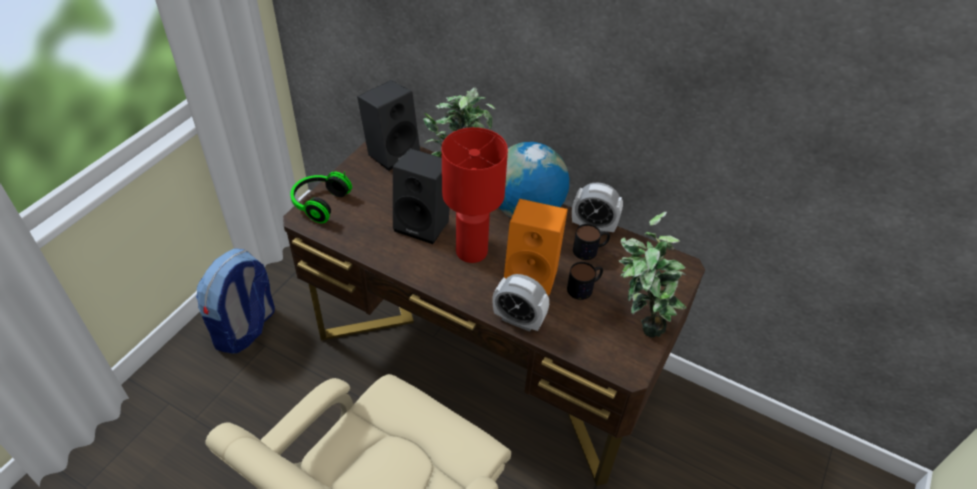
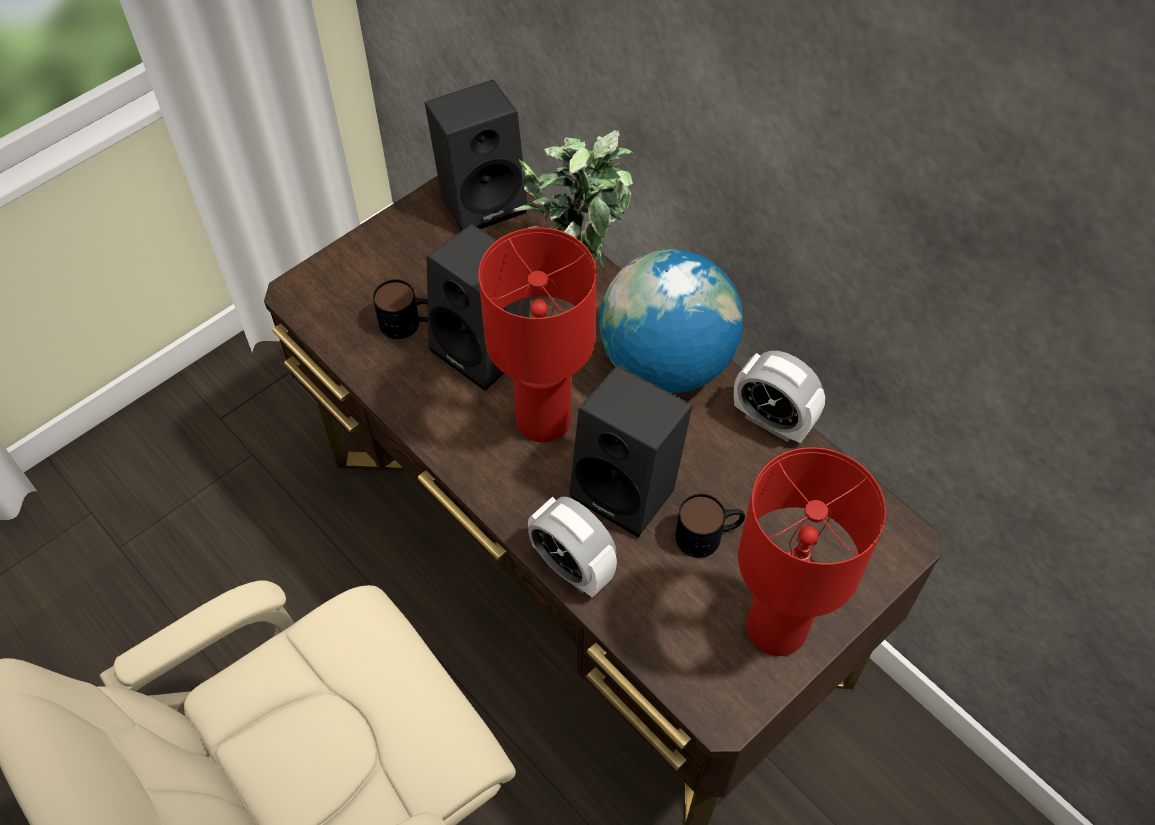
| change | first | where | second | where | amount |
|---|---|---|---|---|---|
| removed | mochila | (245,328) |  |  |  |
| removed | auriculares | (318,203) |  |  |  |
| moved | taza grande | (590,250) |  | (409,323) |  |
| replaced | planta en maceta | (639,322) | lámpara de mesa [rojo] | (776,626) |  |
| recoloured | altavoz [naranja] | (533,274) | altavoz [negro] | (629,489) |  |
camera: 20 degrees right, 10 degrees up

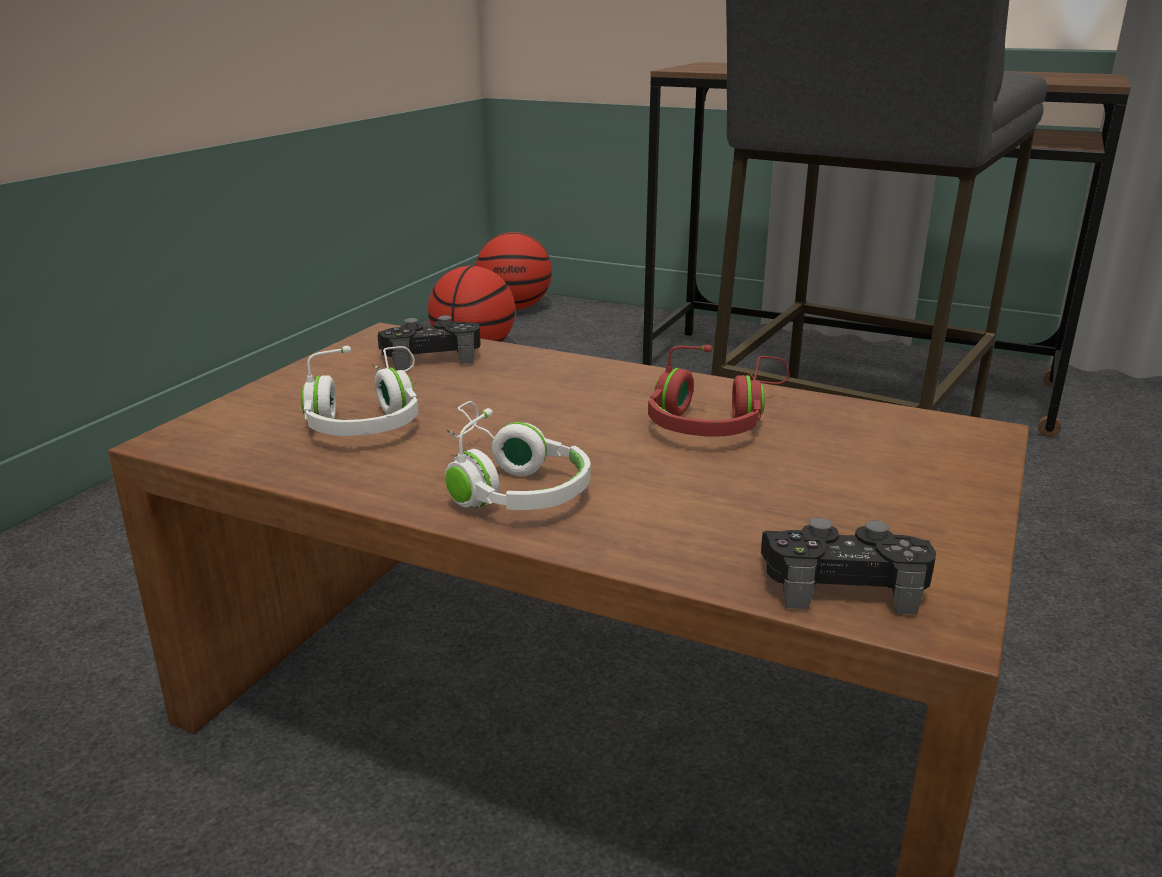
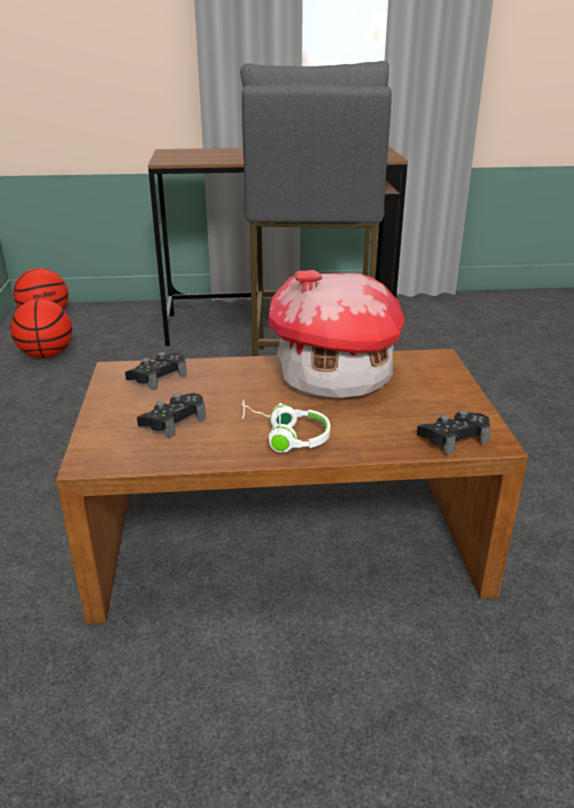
| change | first | where | second | where | amount |
|---|---|---|---|---|---|
| replaced | auriculares [blanco] | (368,417) | mando de consola [negro] | (173,421) |  |
| replaced | auriculares [rojo] | (715,420) | casita | (334,378) |  |
camera: 30 degrees left, 5 degrees up

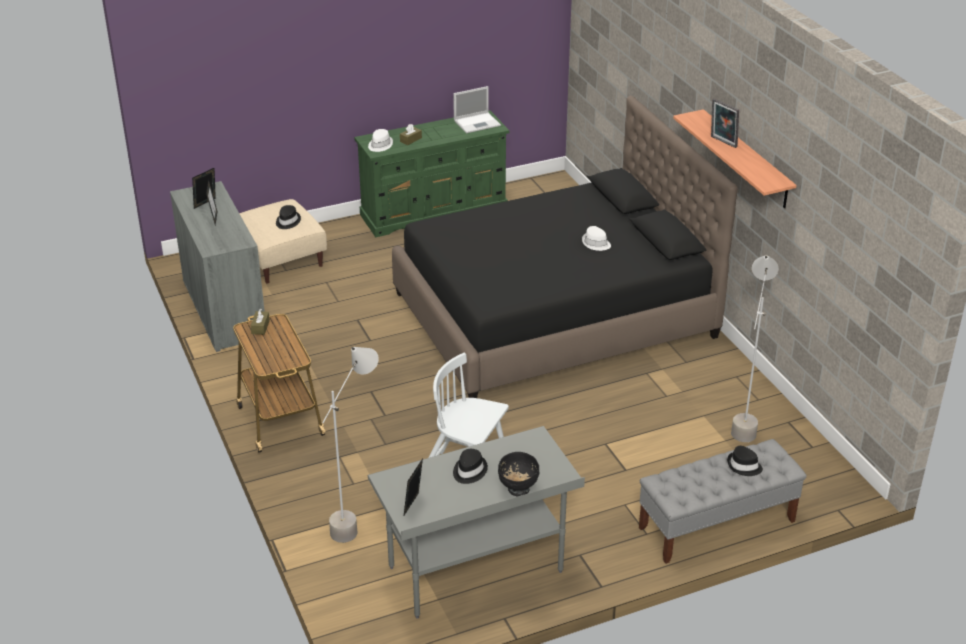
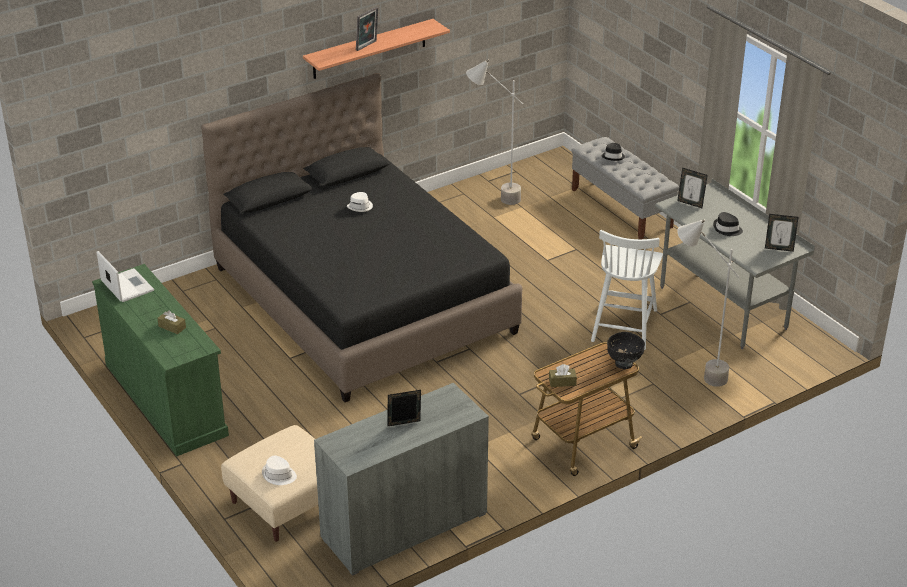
| change | first | where | second | where | amount |
|---|---|---|---|---|---|
| removed | sombrero [negro] | (287,221) |  |  |  |
| moved | portarretratos | (206,204) |  | (690,203) |  |
| moved | sombrero [blanco] | (380,145) |  | (279,475) |  |
| moved | cuenco [negro] | (518,489) |  | (624,364) |  |
camera: 100 degrees left, 0 degrees up

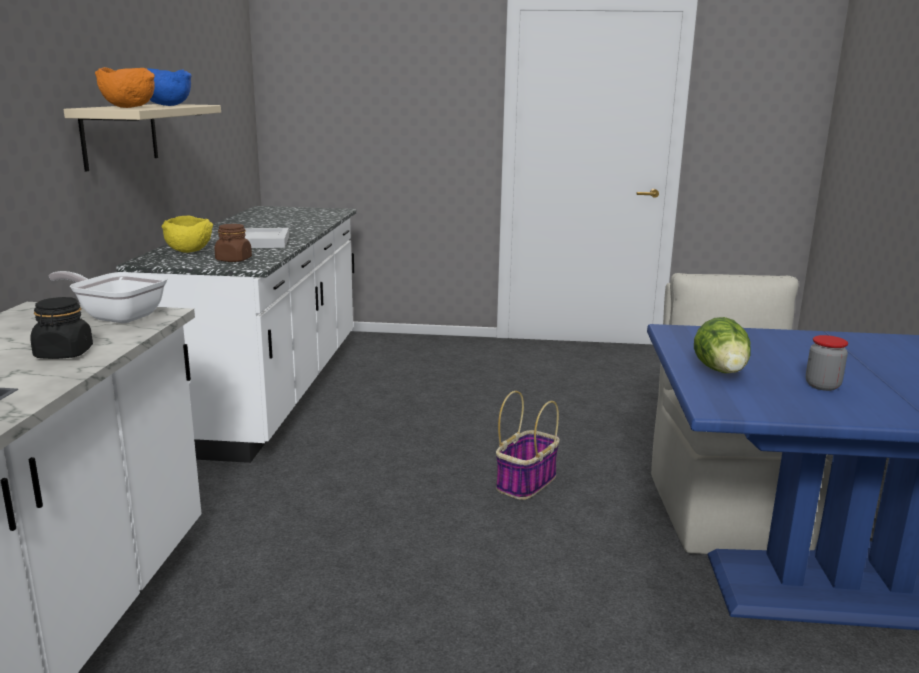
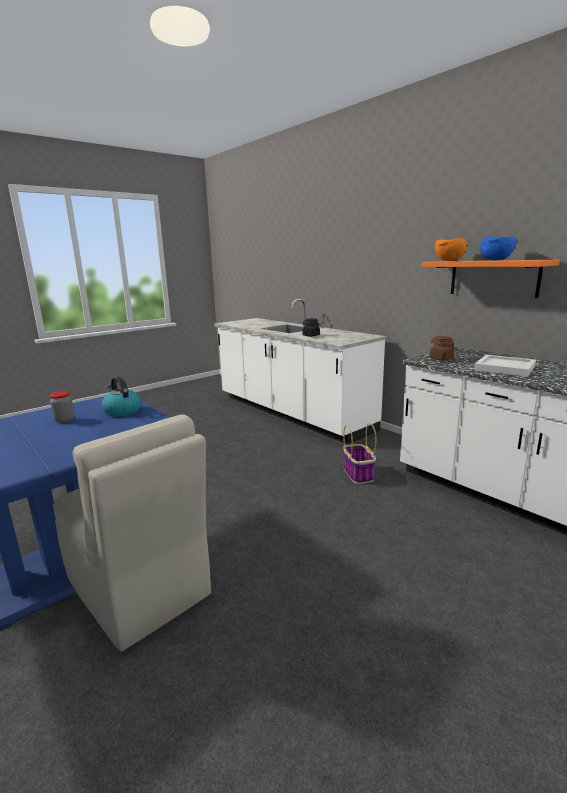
| change | first | where | second | where | amount |
|---|---|---|---|---|---|
| removed | sartén | (116,316) |  |  |  |
| removed | cuenco [amarillo] | (189,251) |  |  |  |
| moved | cesta | (526,482) |  | (358,474) |  |
| replaced | lechuga | (722,372) | hervidor | (122,411) |  |
| recoloured | estante [beis] | (120,135) | estante [naranja] | (493,278) |  |
camera: 135 degrees right, 0 degrees up

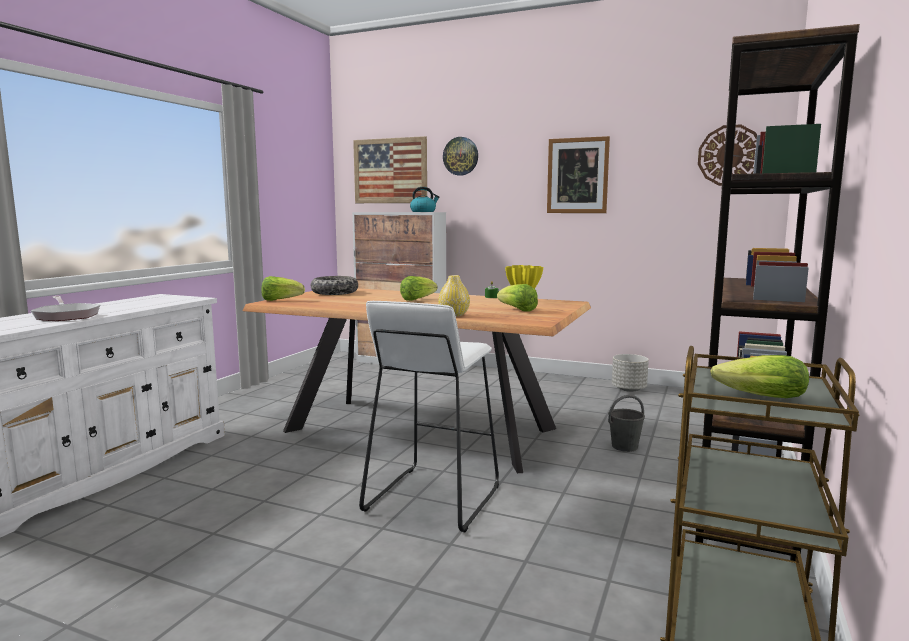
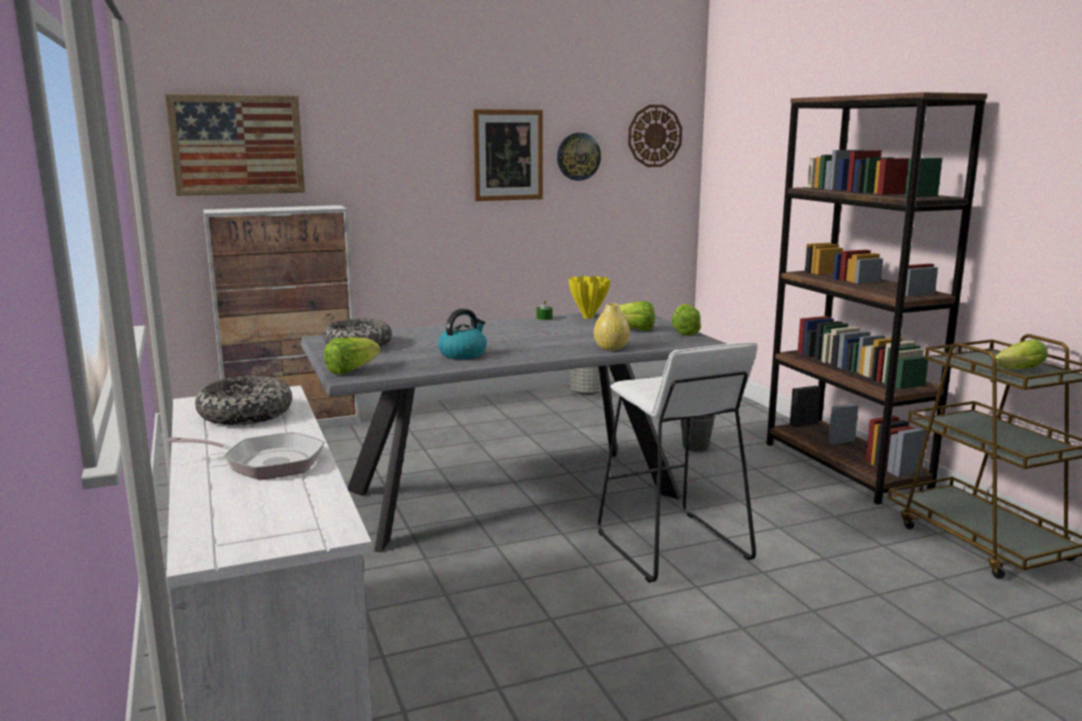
| change | first | where | second | where | amount |
|---|---|---|---|---|---|
| added |  |  | cuenco | (246,414) |  |
| moved | lechuga | (417,299) |  | (684,332) |  |
| moved | hervidor | (423,211) |  | (463,354) |  |
| moved | reloj de pared | (460,156) |  | (578,156) |  |
| recoloured | mesa de comedor [marrón] | (420,430) | mesa de comedor [gris] | (512,493) |  |
camera: 45 degrees left, 5 degrees up

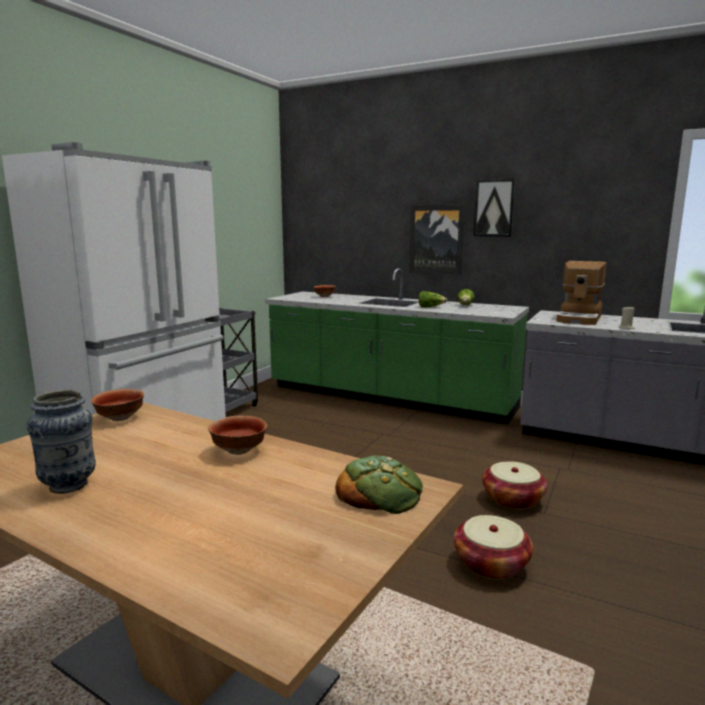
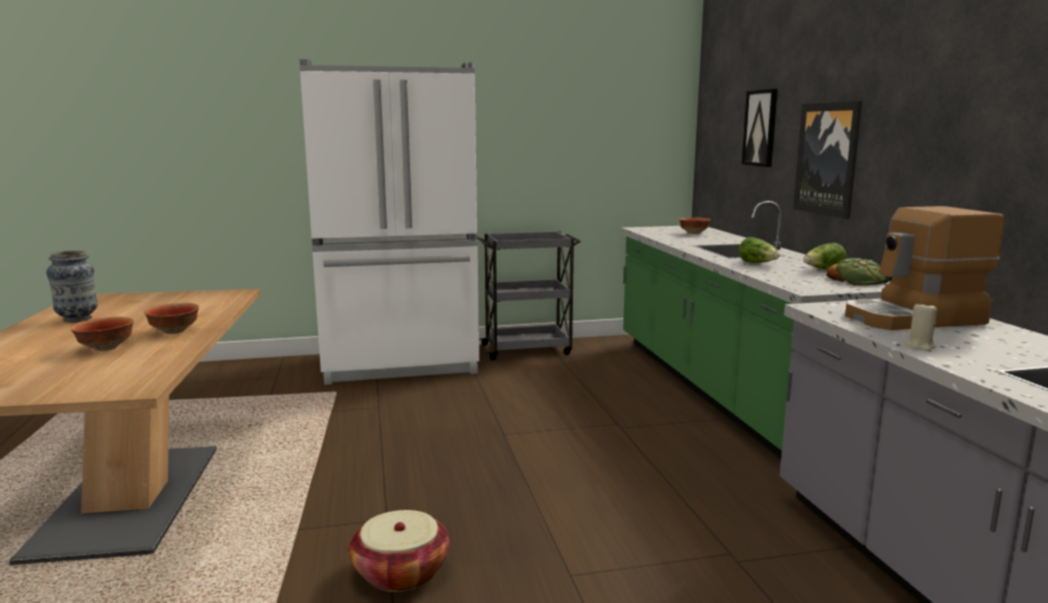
| change | first | where | second | where | amount |
|---|---|---|---|---|---|
| removed | cesta | (513,499) |  |  |  |
| moved | cuenco | (121,418) |  | (105,348) |  |
| moved | pan | (380,491) |  | (858,280) |  |
| moved | cuadro | (494,208) |  | (760,128) |  |
camera: 50 degrees right, 0 degrees up

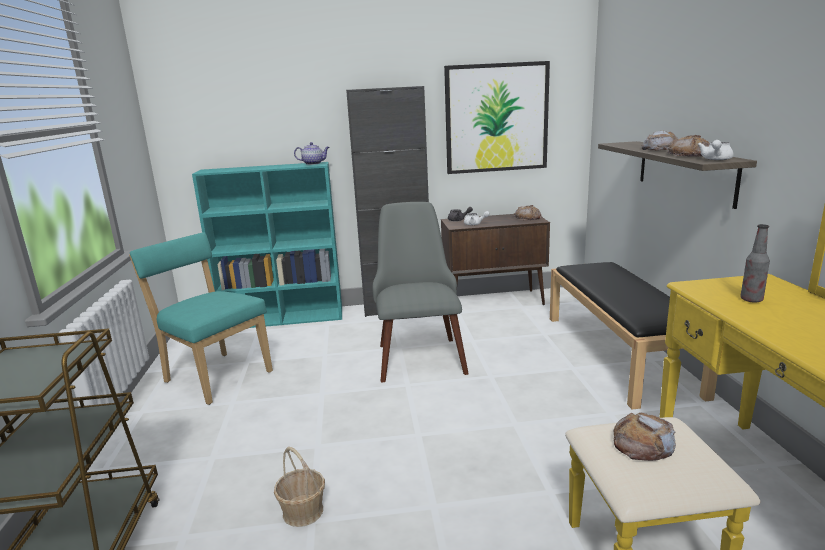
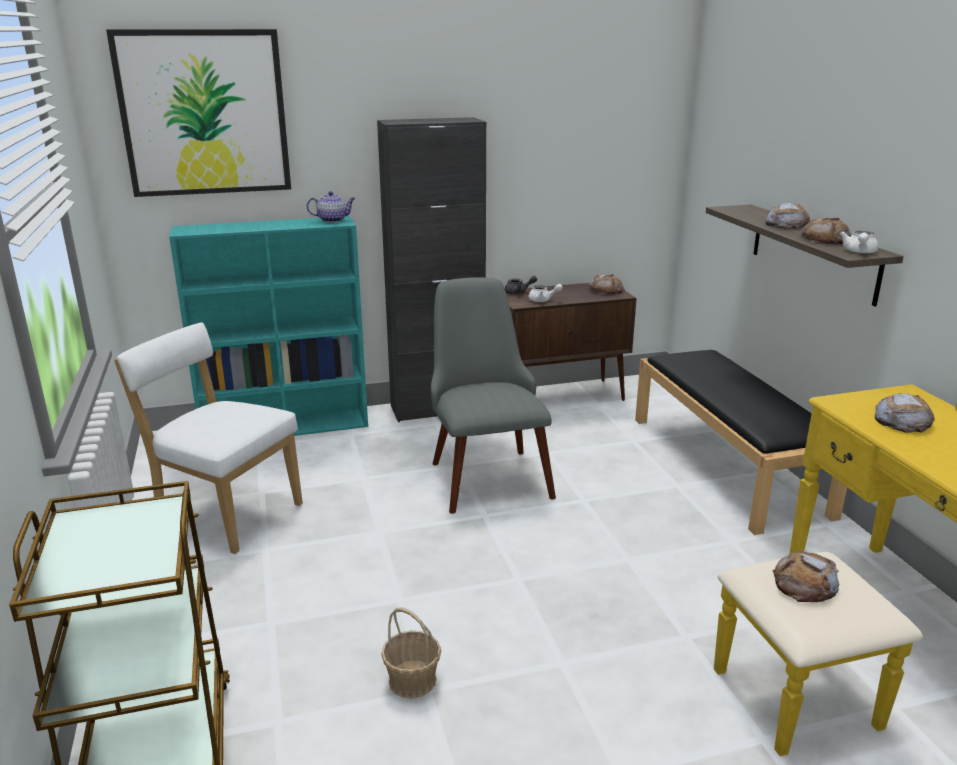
| change | first | where | second | where | amount |
|---|---|---|---|---|---|
| moved | cuadro | (496,118) |  | (204,113) |  |
| replaced | botella | (751,300) | pan | (902,420) |  |
| recoloured | silla [turquesa] | (215,375) | silla [blanco] | (225,513) |  |
camera: 10 degrees left, 5 degrees up

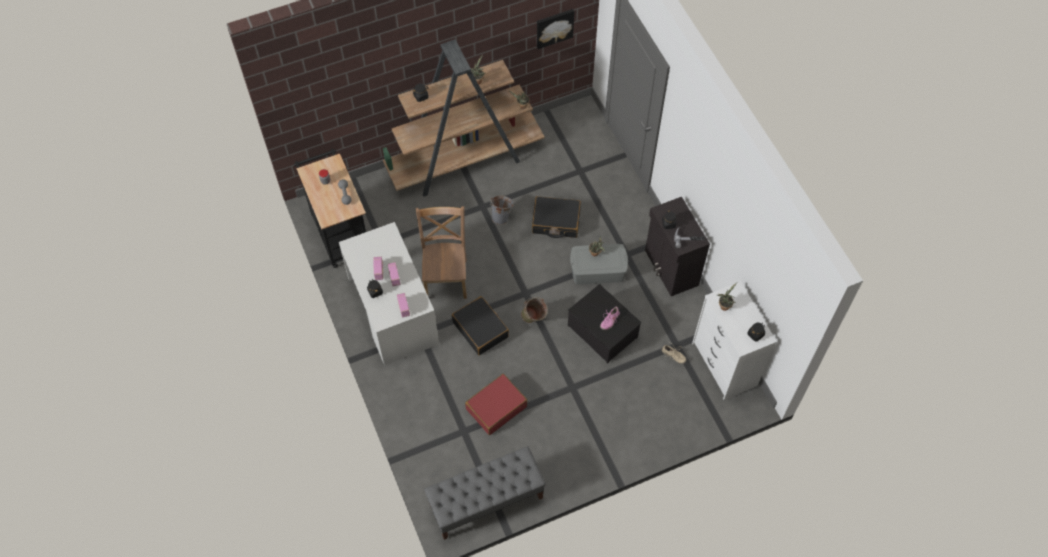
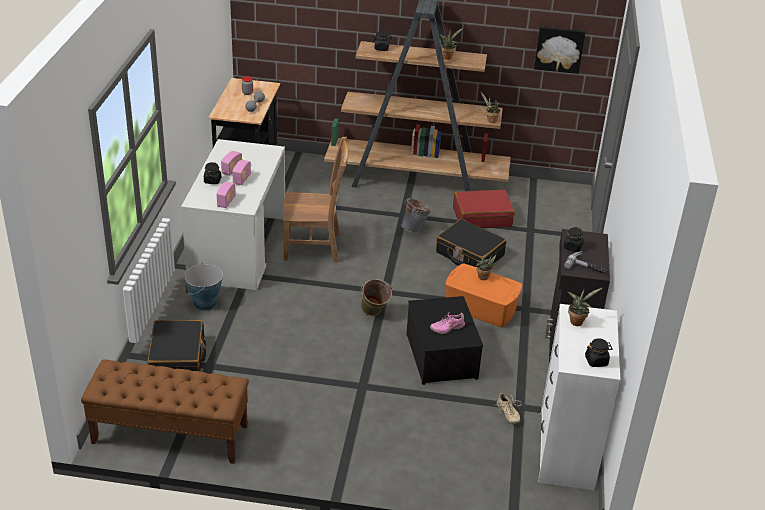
| change | first | where | second | where | amount |
|---|---|---|---|---|---|
| added |  |  | cubo | (205,303) |  |
| moved | maleta [negro] | (480,329) |  | (177,358) |  |
| moved | maleta [rojo] | (496,407) |  | (482,217) |  |
| recoloured | banco [gris] | (486,501) | banco [marrón] | (169,434) |  |
| recoloured | caja de almacenaje [gris] | (598,271) | caja de almacenaje [naranja] | (481,308) |  |
| turned | silla [marrón] | (446,277) |  | (315,247) | 60 degrees clockwise |
camera: 30 degrees right, 25 degrees down

